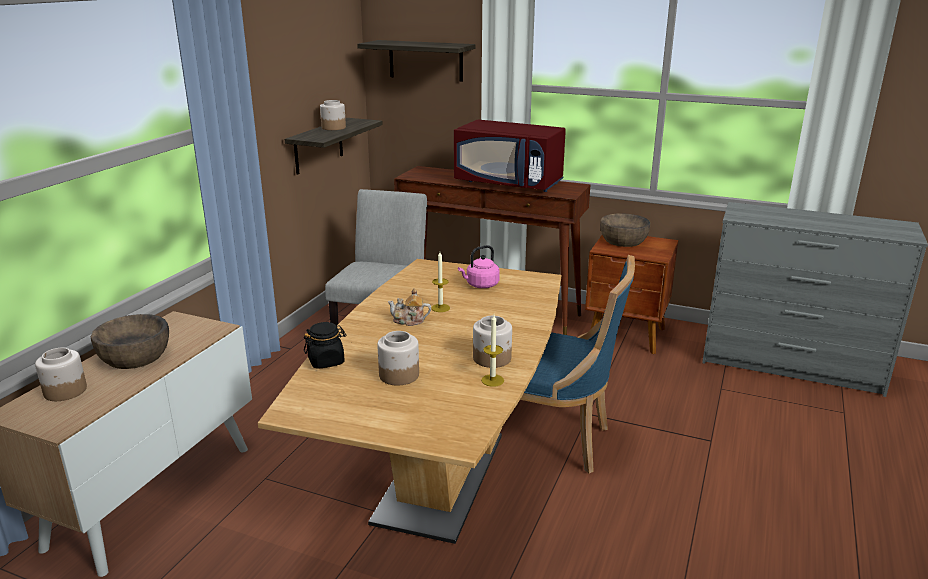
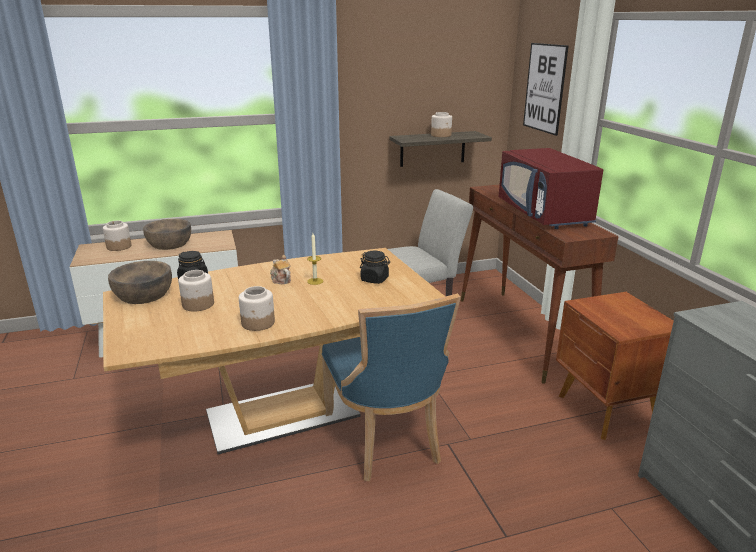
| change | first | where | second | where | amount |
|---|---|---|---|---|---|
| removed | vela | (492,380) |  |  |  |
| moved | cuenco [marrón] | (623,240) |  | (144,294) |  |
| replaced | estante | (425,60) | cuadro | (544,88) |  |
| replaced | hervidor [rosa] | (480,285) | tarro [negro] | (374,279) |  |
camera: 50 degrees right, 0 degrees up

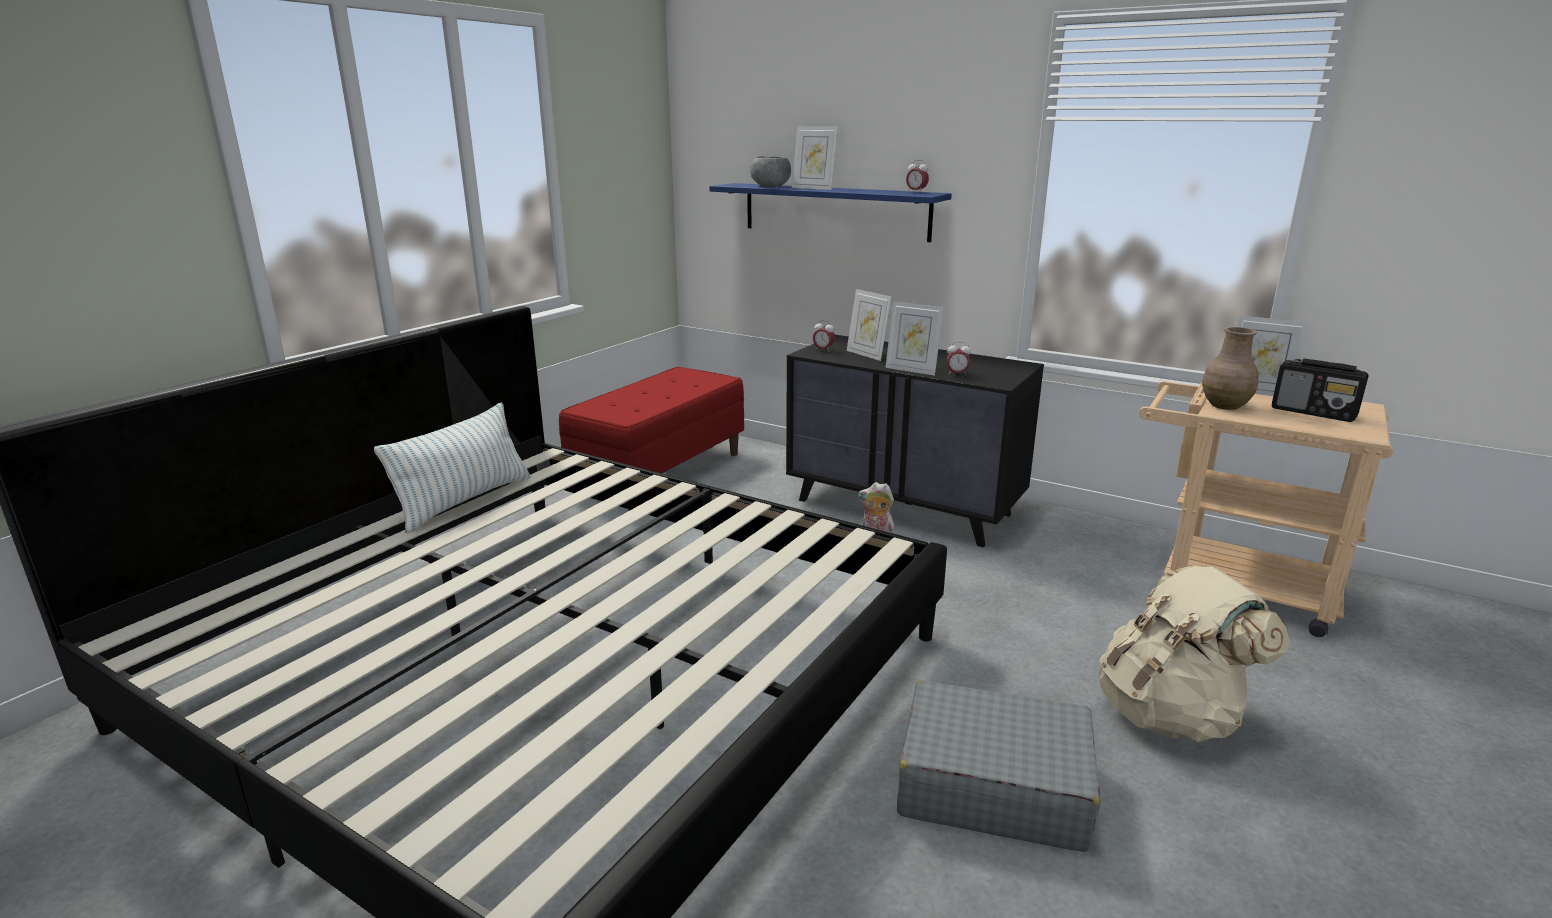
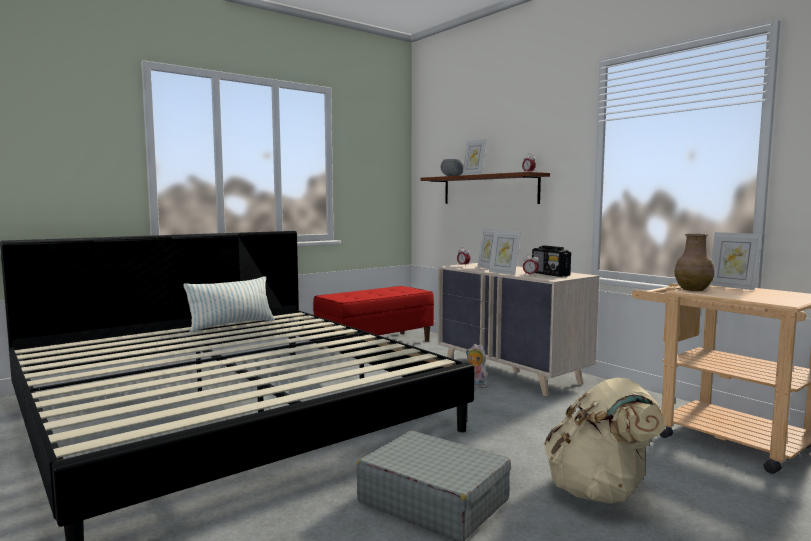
| change | first | where | second | where | amount |
|---|---|---|---|---|---|
| moved | radio | (1314,413) |  | (550,274) |  |
| recoloured | estante [azul] | (835,211) | estante [marrón] | (489,189) |  |
| recoloured | cómoda [negro] | (904,507) | cómoda [beis] | (511,373) |  |
camera: 20 degrees right, 15 degrees down

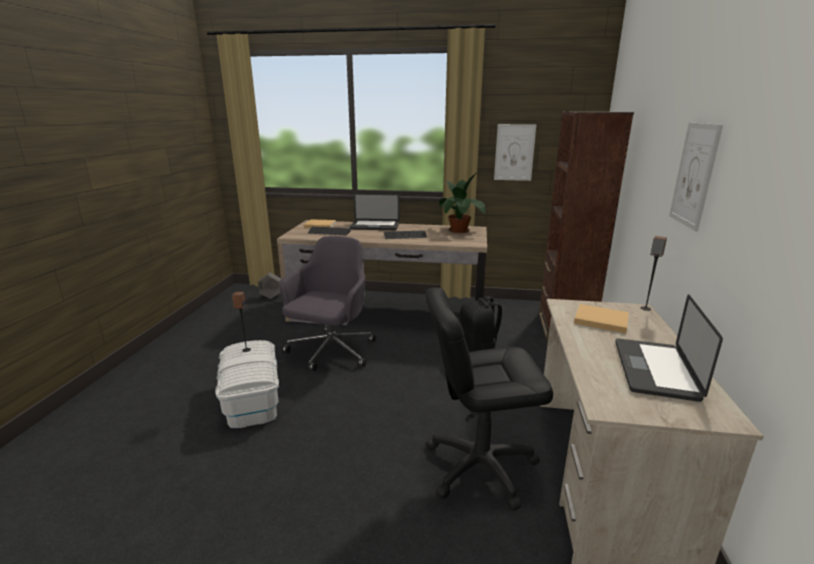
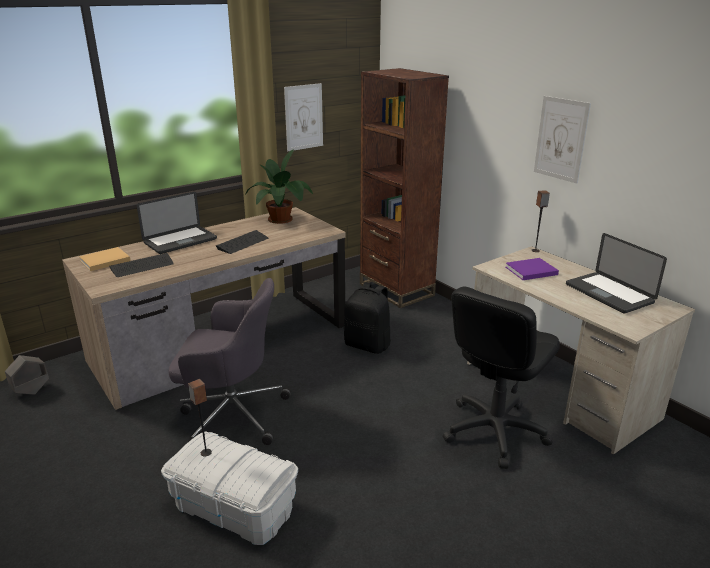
| change | first | where | second | where | amount |
|---|---|---|---|---|---|
| recoloured | libro [beis] | (599,320) | libro [morado] | (530,271) |  |
| turned | silla de oficina [gris] | (330,352) |  | (232,414) | 120 degrees clockwise |
camera: 45 degrees left, 5 degrees up

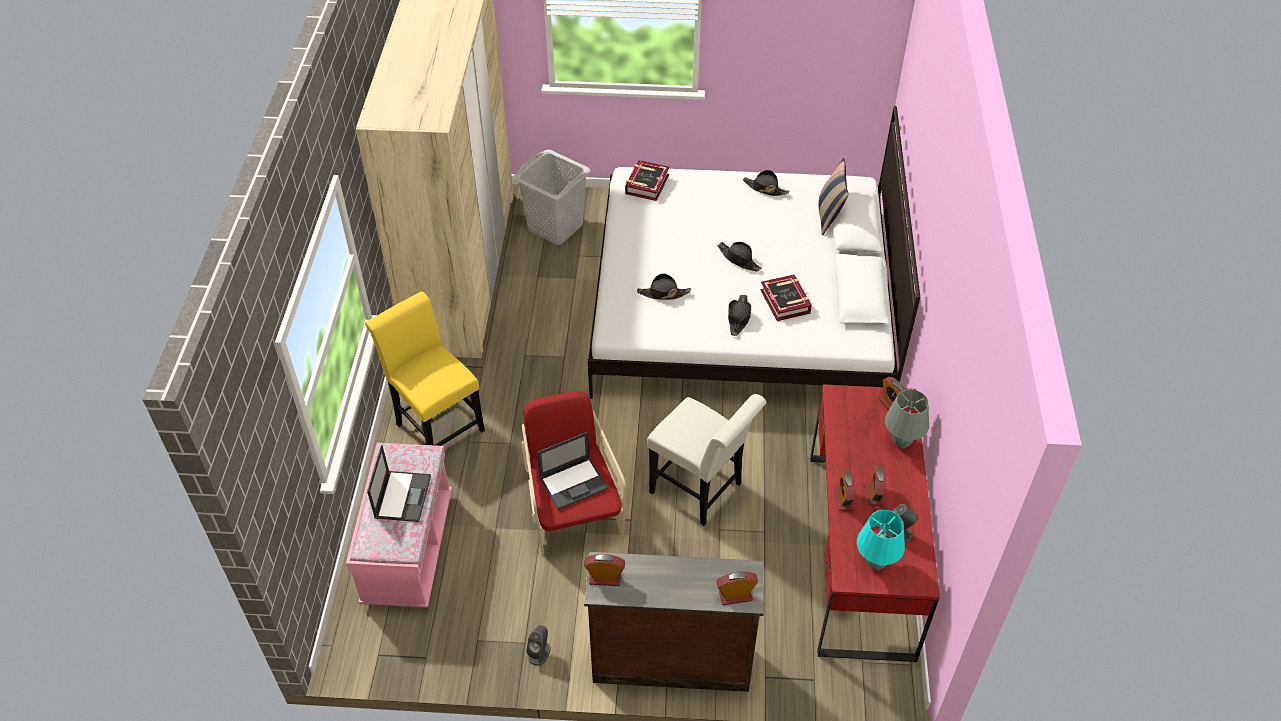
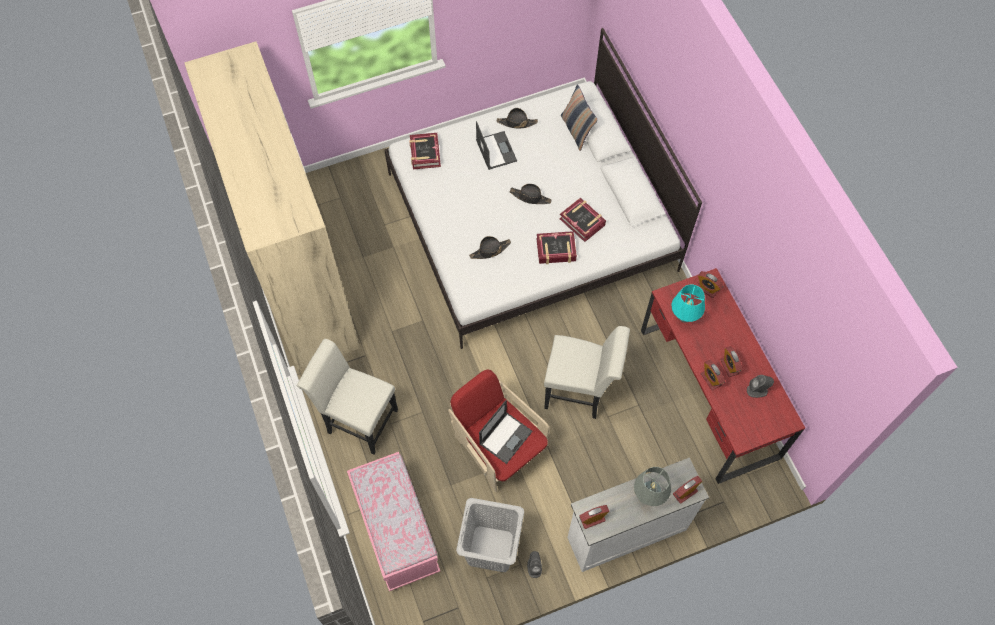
| change | first | where | second | where | amount |
|---|---|---|---|---|---|
| moved | portátil | (402,496) |  | (496,150) |  |
| moved | cesto de la ropa [gris] | (555,227) |  | (491,549) |  |
| moved | lámpara de mesa [turquesa] | (875,564) |  | (684,317) |  |
| moved | lámpara de mesa [gris] | (901,443) |  | (649,496) |  |
| replaced | sombrero [negro] | (738,318) | libro | (556,250) |  |
| recoloured | silla [amarillo] | (436,424) | silla [blanco] | (357,419) |  |
| recoloured | cómoda [marrón] | (670,662) | cómoda [blanco] | (625,532) |  |
camera: 25 degrees left, 15 degrees up

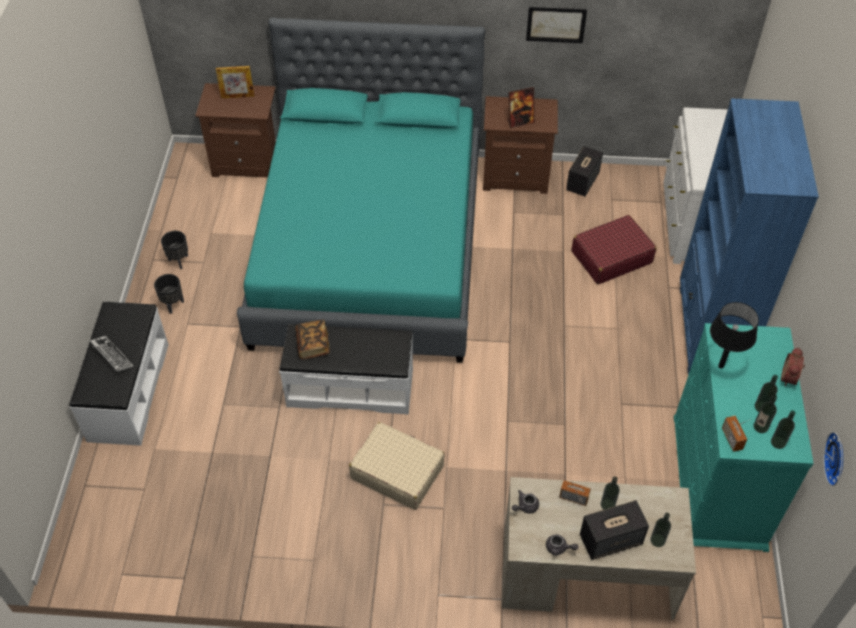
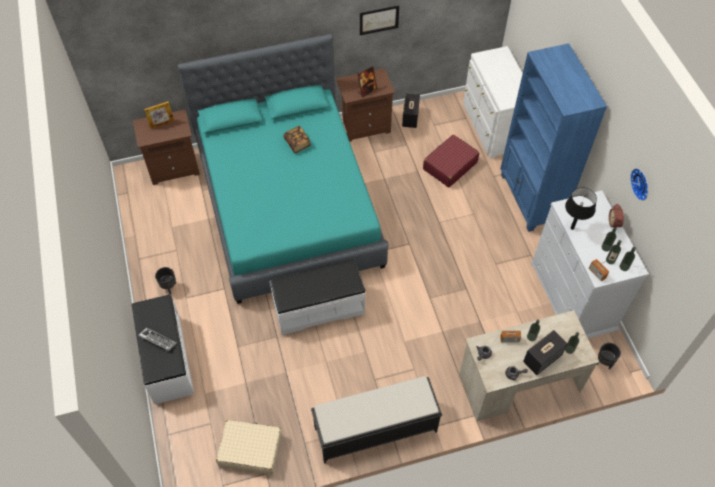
| change | first | where | second | where | amount |
|---|---|---|---|---|---|
| added |  |  | banco [negro] | (374,429) |  |
| moved | maceta [negro] | (179,261) |  | (604,363) |  |
| moved | libro | (313,345) |  | (297,143) |  |
| moved | maleta [beis] | (397,472) |  | (250,450) |  |
| moved | reloj de pared | (837,459) |  | (641,183) |  |
| recoloured | cómoda [turquesa] | (718,482) | cómoda [blanco] | (573,296) |  |
camera: 20 degrees left, 5 degrees up

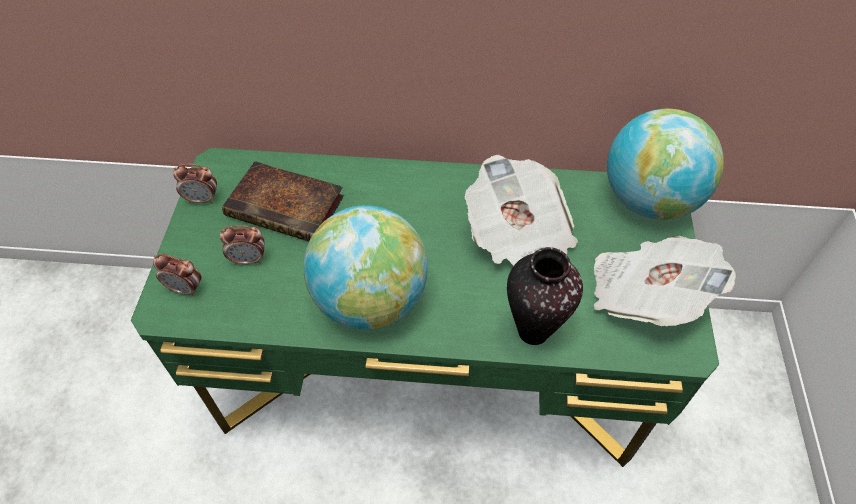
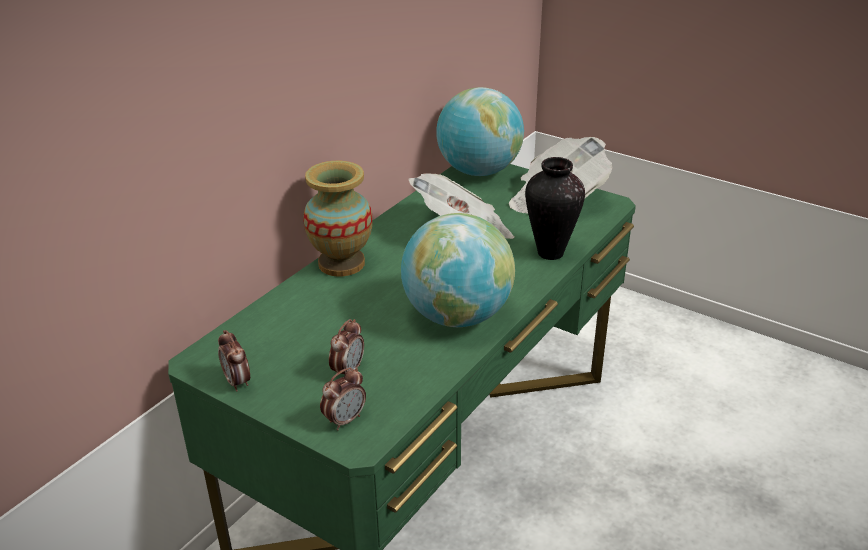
| change | first | where | second | where | amount |
|---|---|---|---|---|---|
| removed | libro | (288,207) |  |  |  |
| added |  |  | florero | (341,263) |  |
| turned | despertador | (202,199) |  | (237,382) | 120 degrees clockwise |
camera: 60 degrees left, 20 degrees down

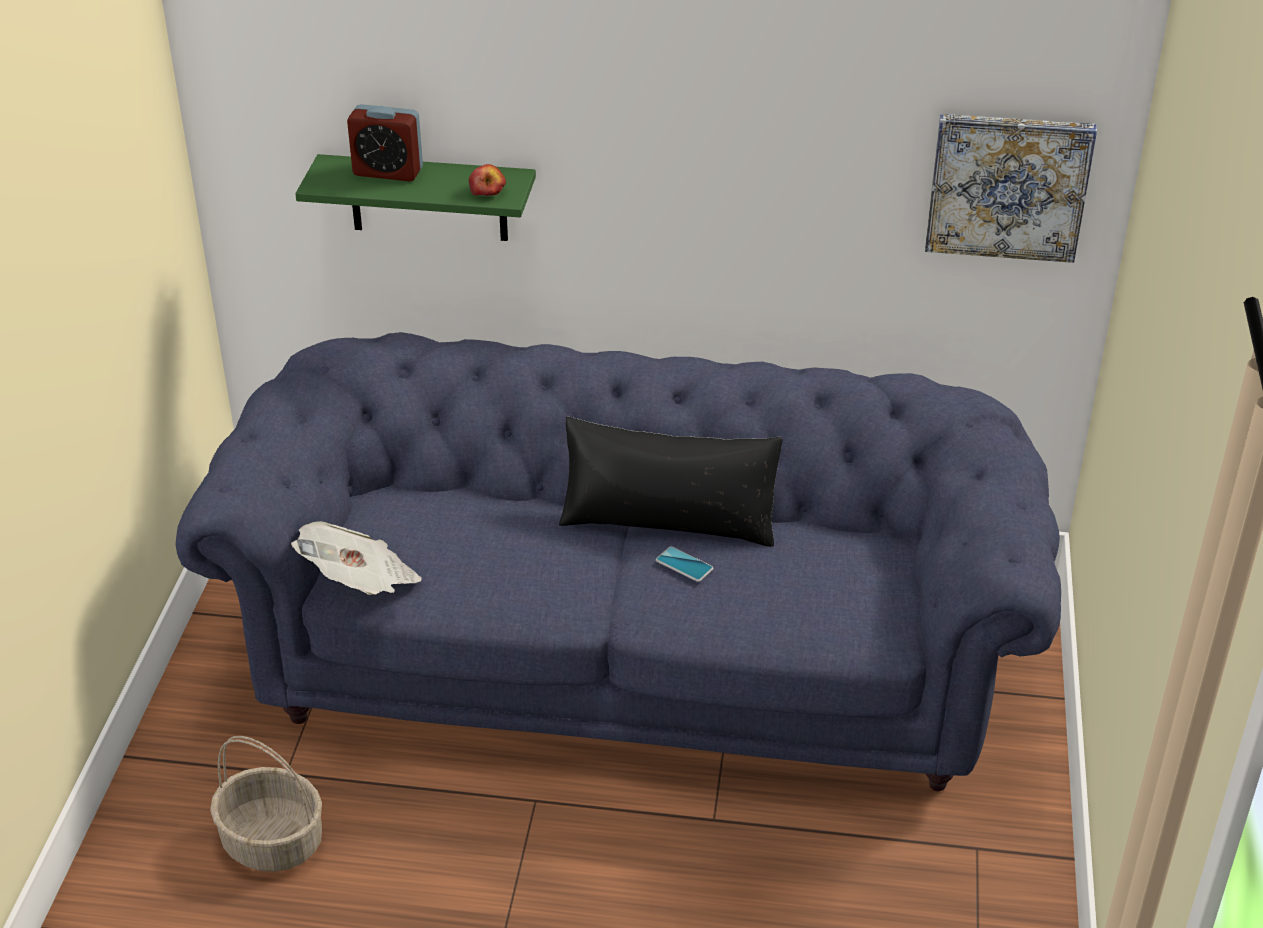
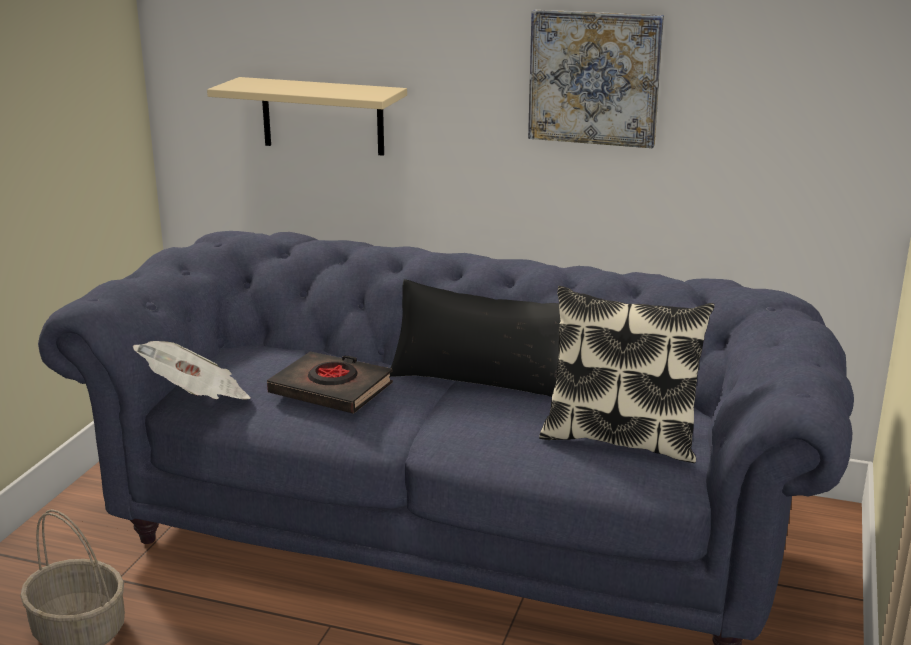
| change | first | where | second | where | amount |
|---|---|---|---|---|---|
| removed | despertador | (388,172) |  |  |  |
| removed | manzana | (487,191) |  |  |  |
| removed | móvil | (684,565) |  |  |  |
| added |  |  | libro [negro] | (331,389) |  |
| added |  |  | cojín | (620,439) |  |
| moved | cuadro | (1008,186) |  | (594,78) |  |
| recoloured | estante [verde] | (428,198) | estante [beis] | (322,116) |  |
camera: 10 degrees right, 15 degrees down

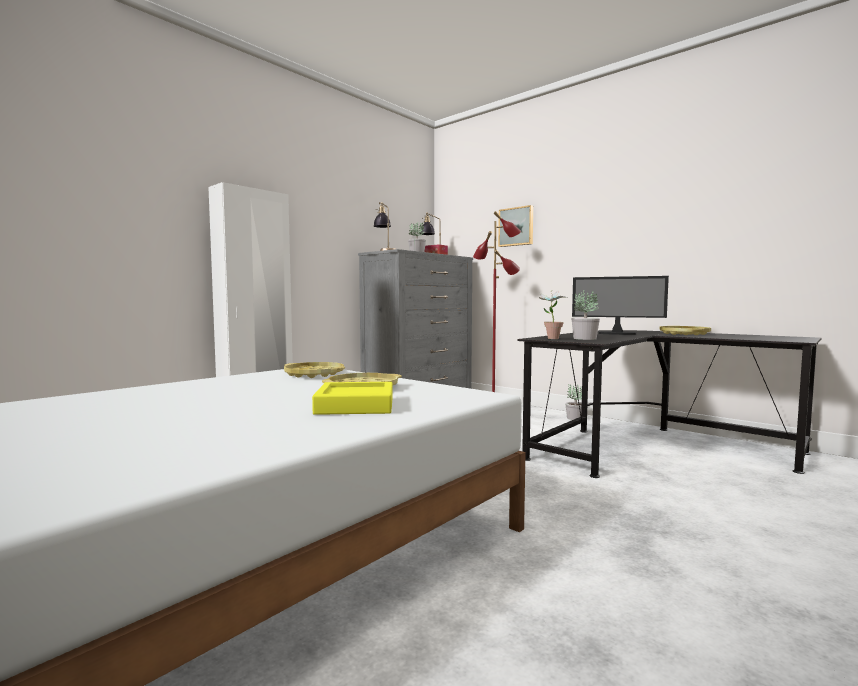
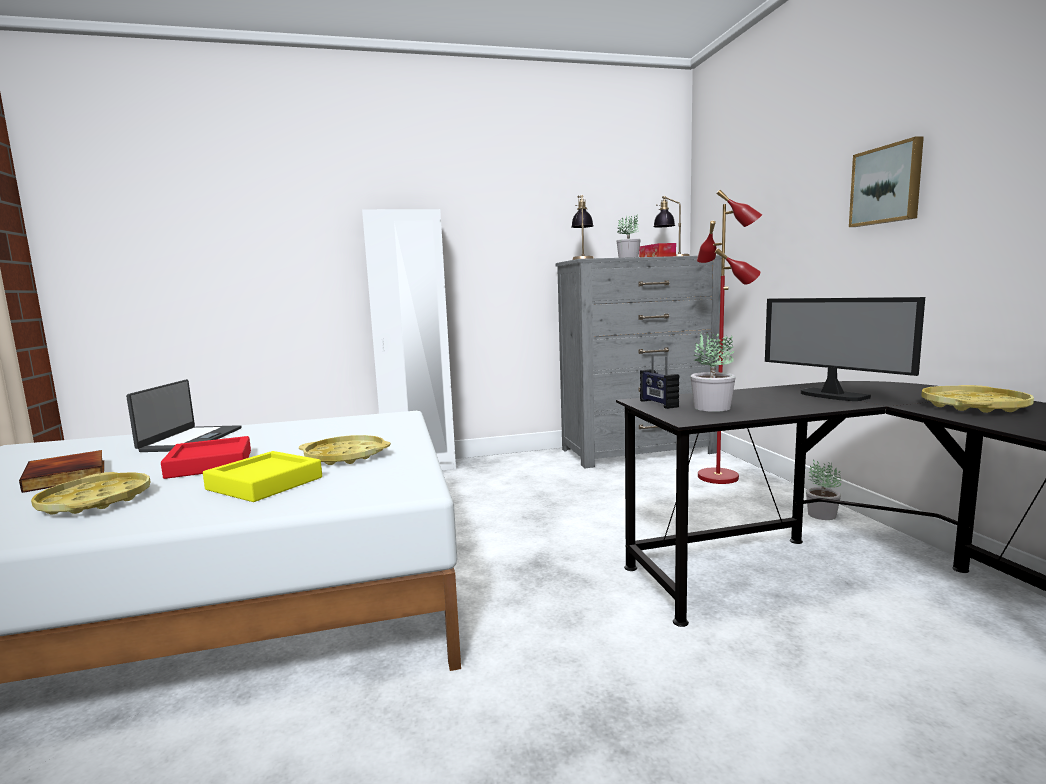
| change | first | where | second | where | amount |
|---|---|---|---|---|---|
| added |  |  | libro | (68,475) |  |
| added |  |  | portátil | (191,439) |  |
| added |  |  | bandeja [rojo] | (210,464) |  |
| moved | bandeja [amarillo] | (314,374) |  | (95,501) |  |
| moved | cuadro | (516,226) |  | (887,185) |  |
| replaced | planta en maceta | (551,339) | radio | (658,404) |  |
camera: 35 degrees right, 5 degrees up

